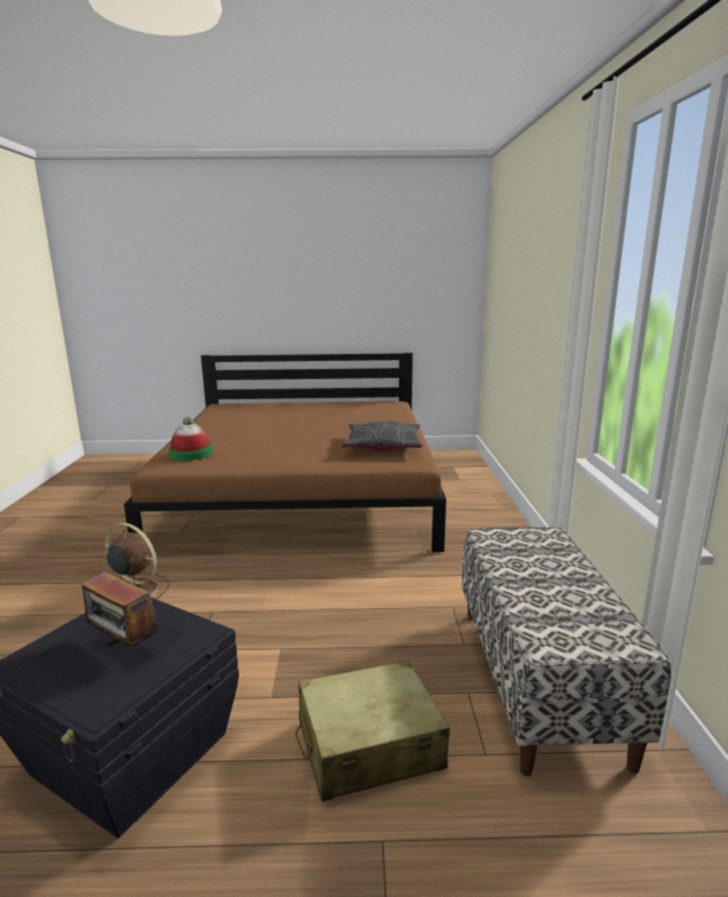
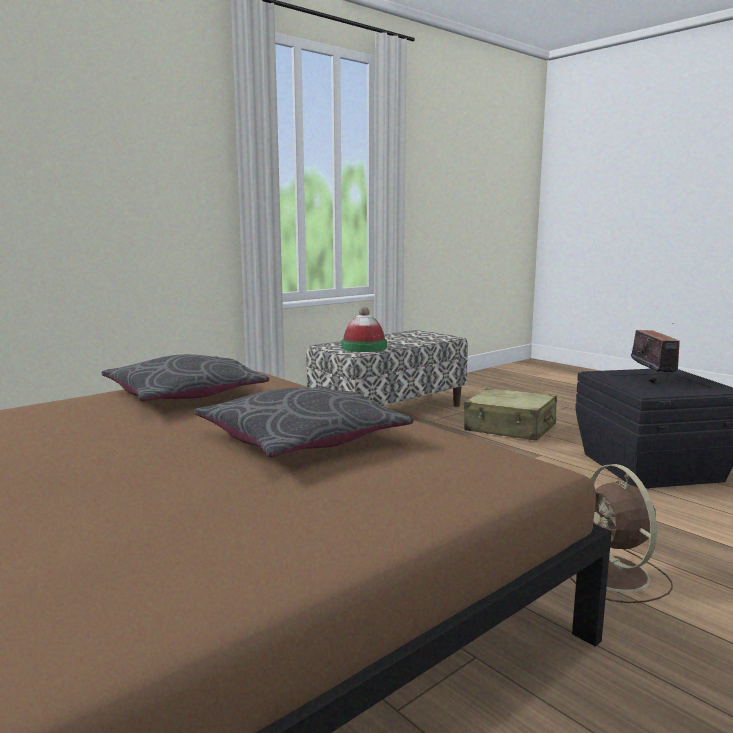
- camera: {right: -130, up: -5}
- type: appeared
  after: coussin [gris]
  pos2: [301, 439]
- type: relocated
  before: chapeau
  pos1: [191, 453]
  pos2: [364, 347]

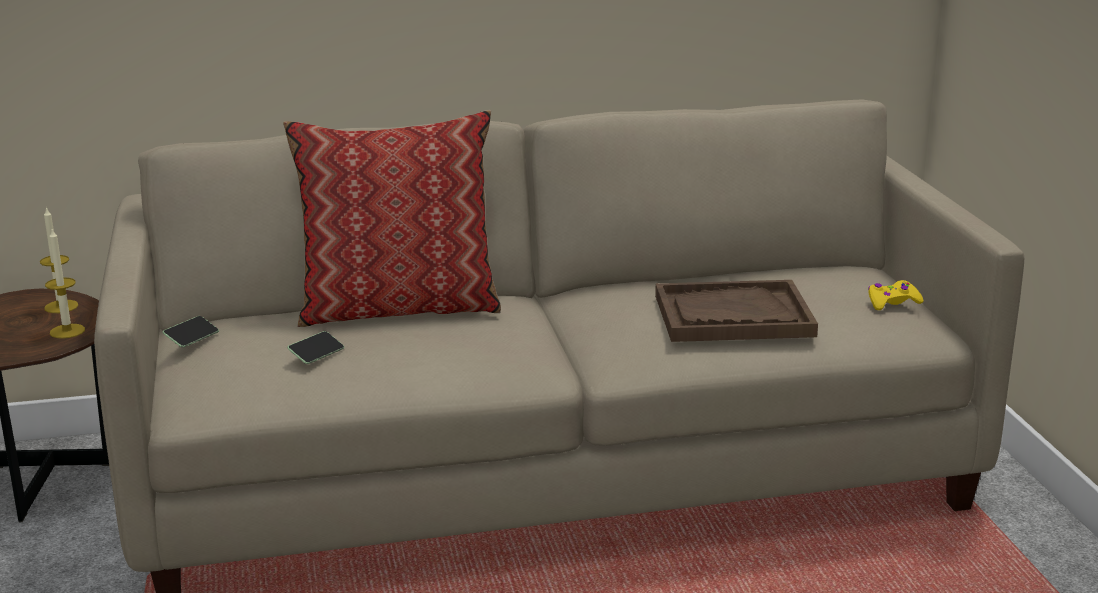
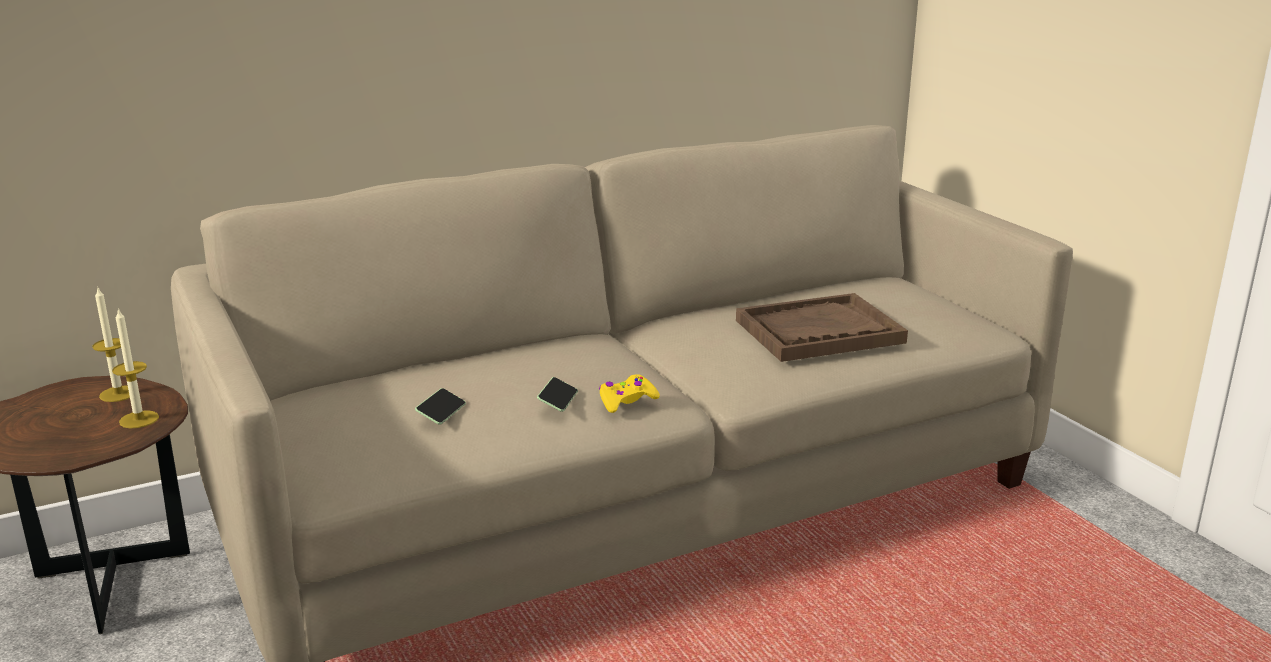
- camera: {right: -15, up: 0}
- type: missing
  before: coussin
  pos1: [399, 307]
- type: relocated
  before: téléphone
  pos1: [192, 339]
  pos2: [558, 402]
- type: relocated
  before: manette [jaune]
  pos1: [892, 302]
  pos2: [626, 401]

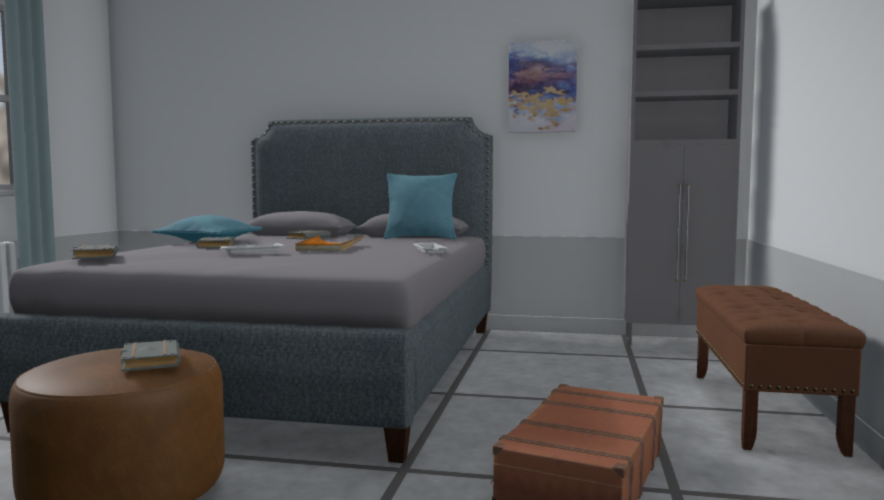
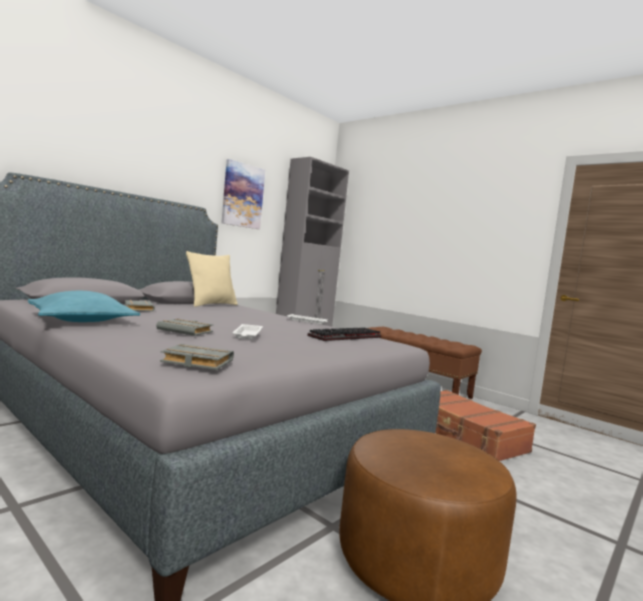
- camera: {right: -60, up: 0}
- type: missing
  before: livre [gris]
  pos1: [148, 361]
- type: missing
  before: plateau [orange]
  pos1: [330, 247]
- type: appeared
  after: clavier
  pos2: [345, 337]
- type: colour
  before: coussin [turquoise]
  after: coussin [beige]
  pos1: [420, 238]
  pos2: [211, 305]

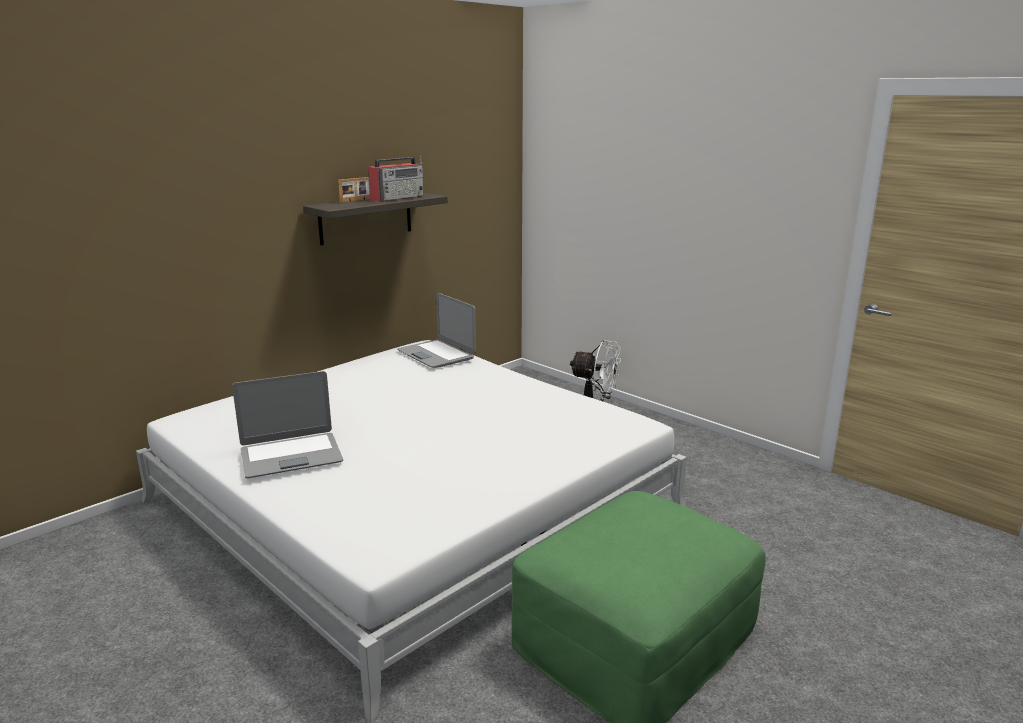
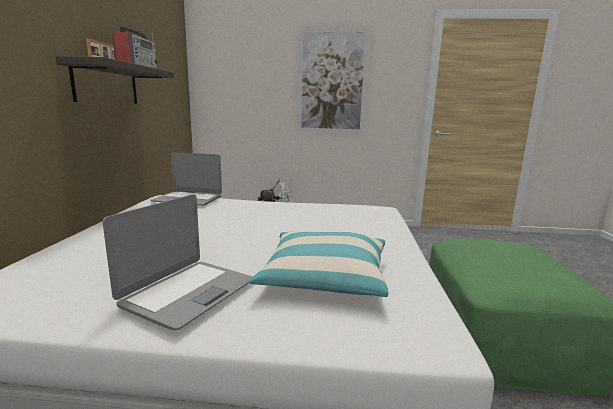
- camera: {right: -40, up: -5}
- type: appeared
  after: coussin
  pos2: [325, 277]
- type: appeared
  after: tableau
  pos2: [332, 82]

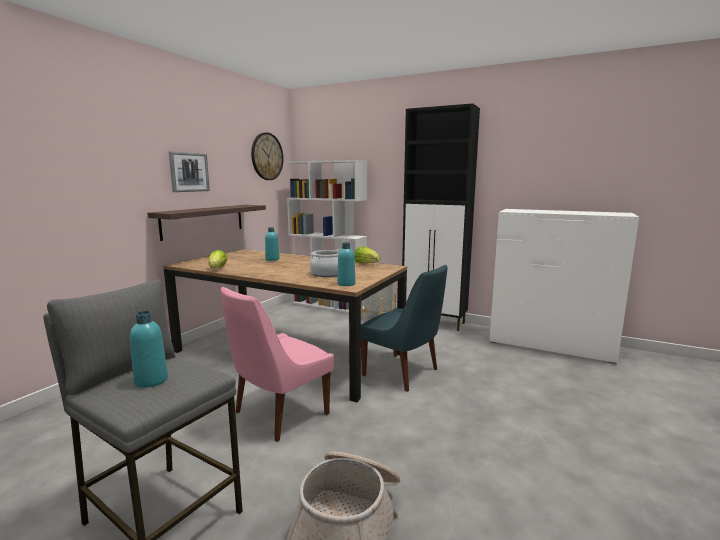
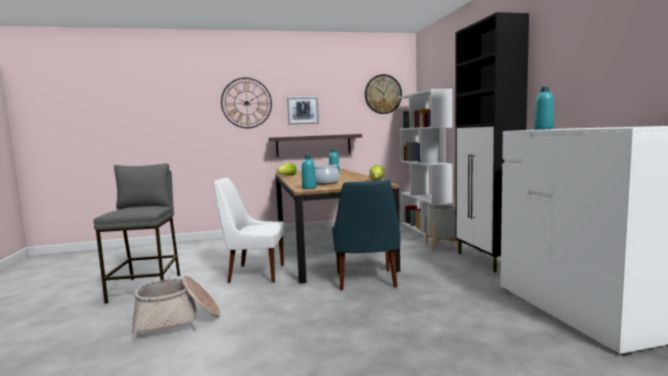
- camera: {right: 50, up: -5}
- type: appeared
  after: horloge murale
  pos2: [246, 103]
- type: relocated
  before: bouteille [turquoise]
  pos1: [151, 380]
  pos2: [543, 129]
- type: colour
  before: chaise [rose]
  after: chaise [blanc]
  pos1: [278, 414]
  pos2: [254, 273]

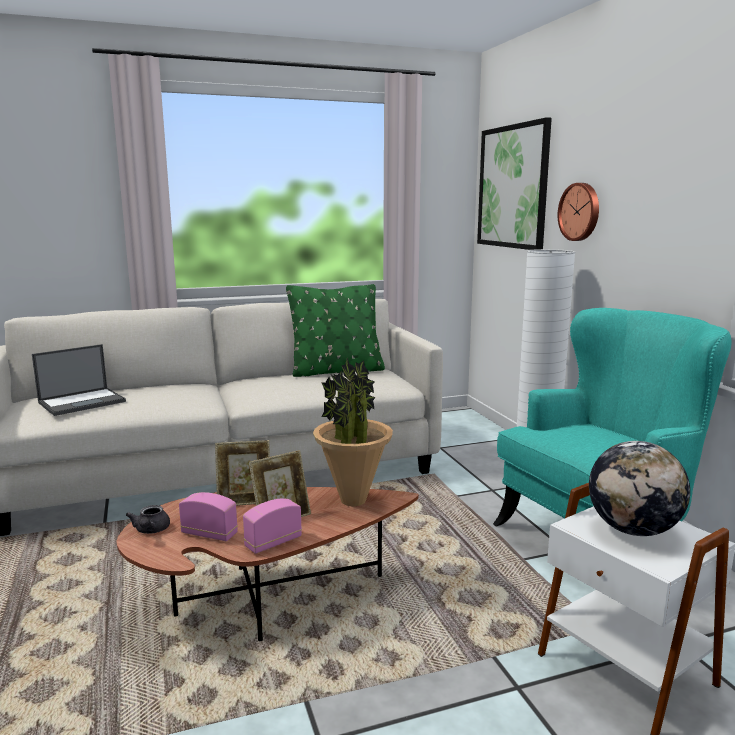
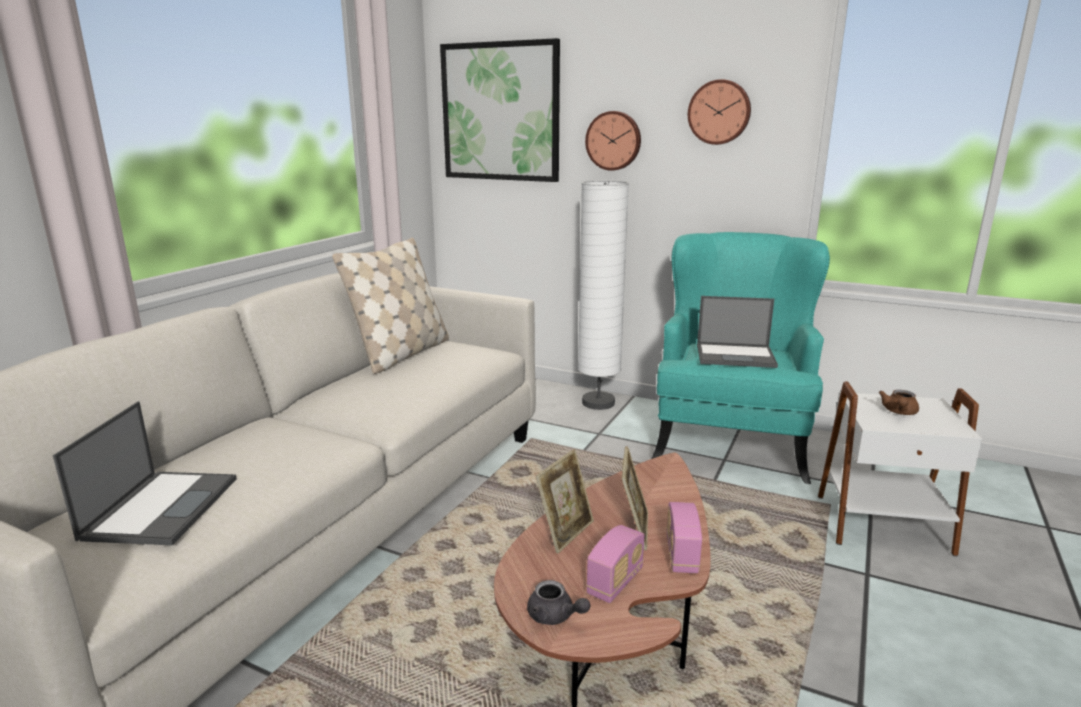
- camera: {right: -45, up: 5}
- type: missing
  before: plante en pot
  pos1: [353, 501]
- type: appeared
  after: horloge murale
  pos2: [719, 112]
- type: appeared
  after: ordinateur portable
  pos2: [736, 356]
- type: exchanged
  before: globe
  after: théière [marron]
  pos1: [633, 530]
  pos2: [899, 412]
- type: colour
  before: coussin [vert]
  after: coussin [beige]
  pos1: [336, 371]
  pos2: [401, 354]
- type: spun
  before: radio
  pos1: [209, 534]
  pos2: [615, 582]
  turn: 150

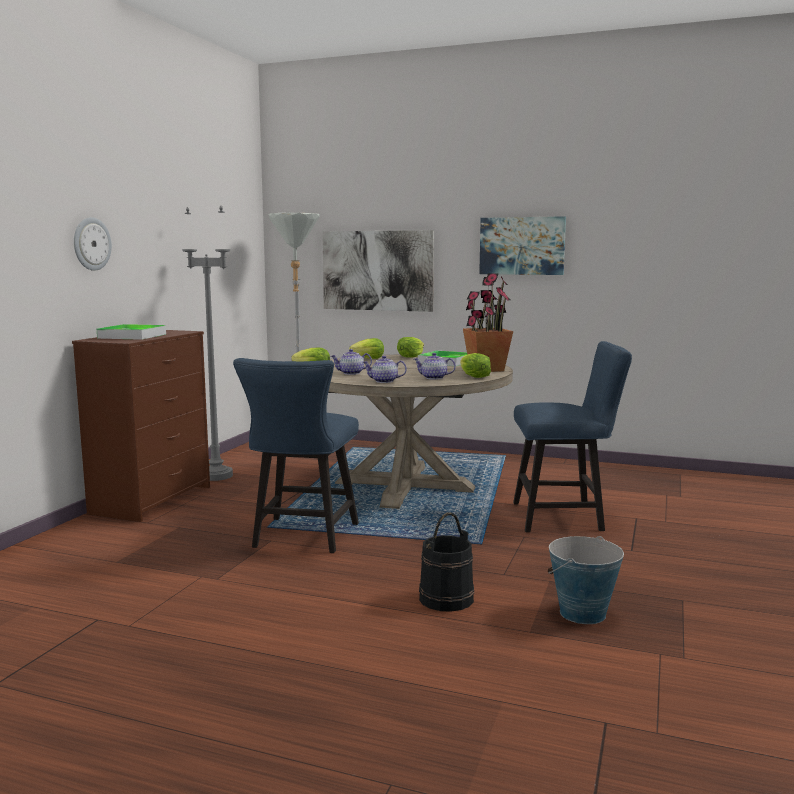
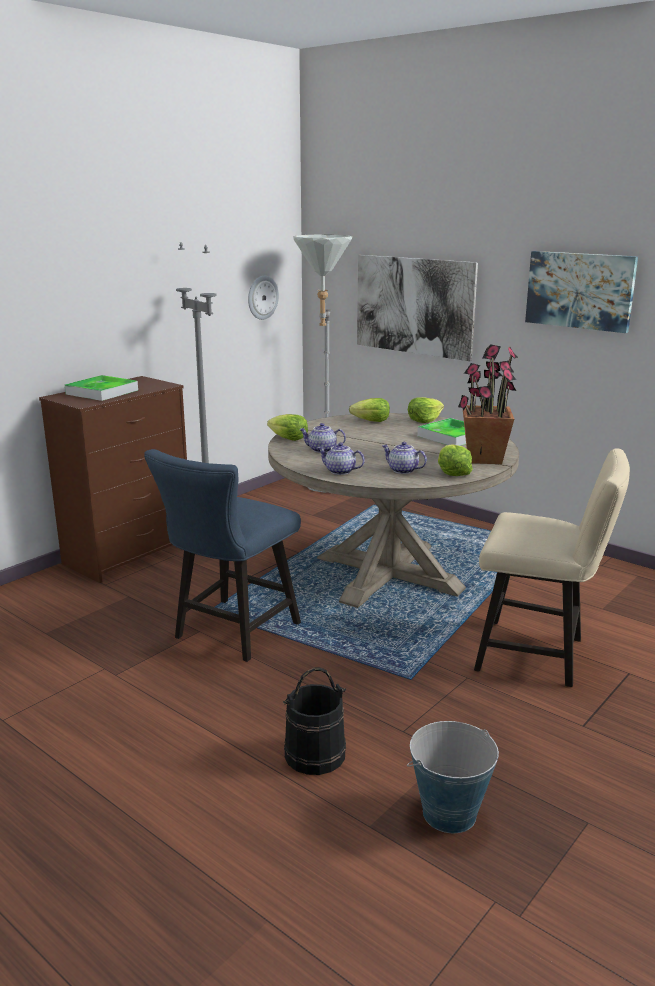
- camera: {right: 20, up: 10}
- type: relocated
  before: horloge murale
  pos1: [91, 244]
  pos2: [262, 297]
- type: colour
  before: chaise [bleu]
  after: chaise [beige]
  pos1: [565, 517]
  pos2: [539, 655]

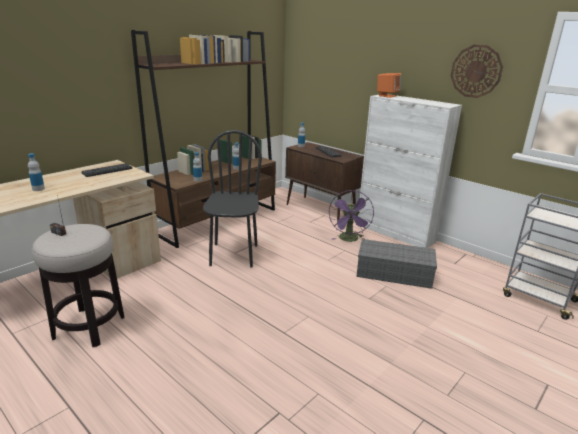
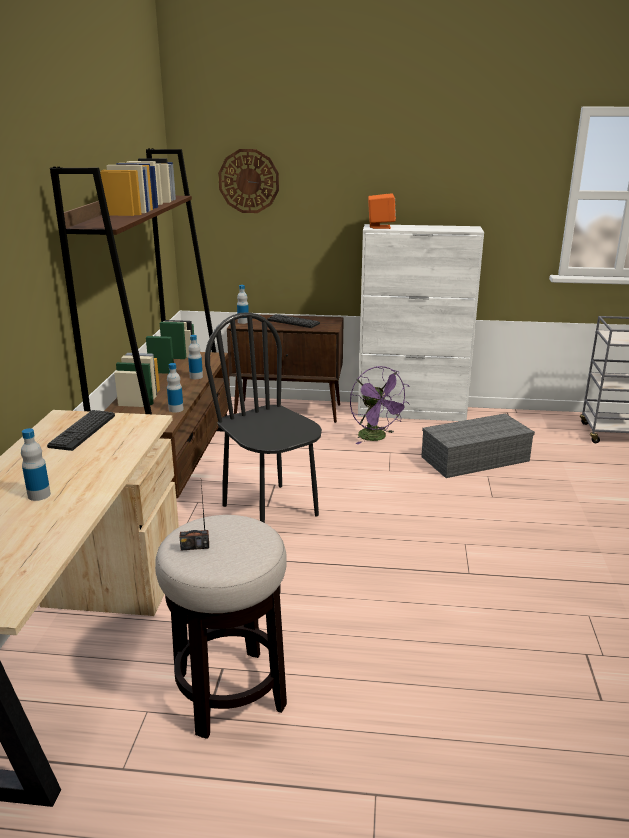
- camera: {right: -35, up: 0}
- type: relocated
  before: horloge murale
  pos1: [476, 71]
  pos2: [249, 181]

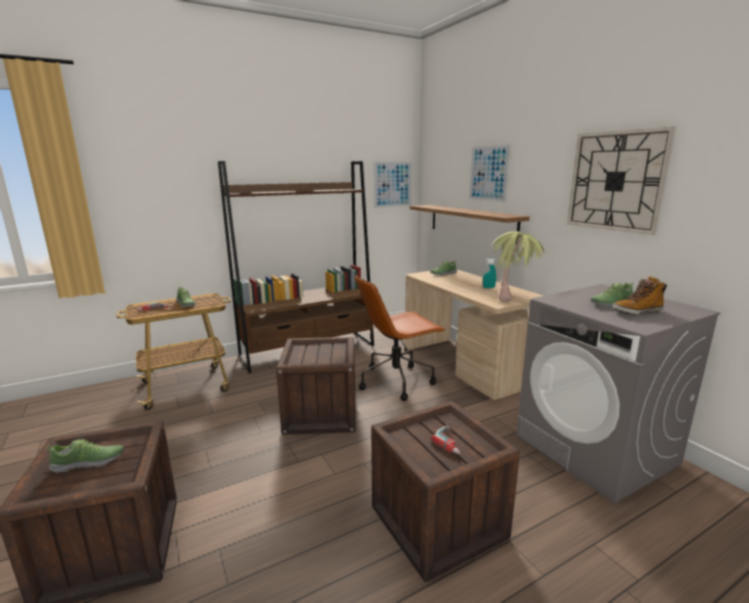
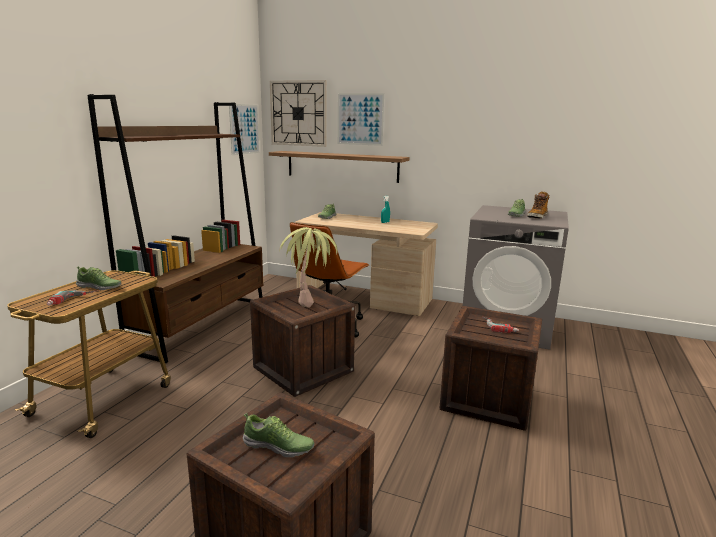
- camera: {right: -40, up: 0}
- type: relocated
  before: plante en pot
  pos1: [513, 298]
  pos2: [310, 300]
- type: relocated
  before: horloge murale
  pos1: [616, 181]
  pos2: [298, 113]
- type: spun
  before: chaussure
  pos1: [89, 462]
  pos2: [278, 446]
  turn: 75

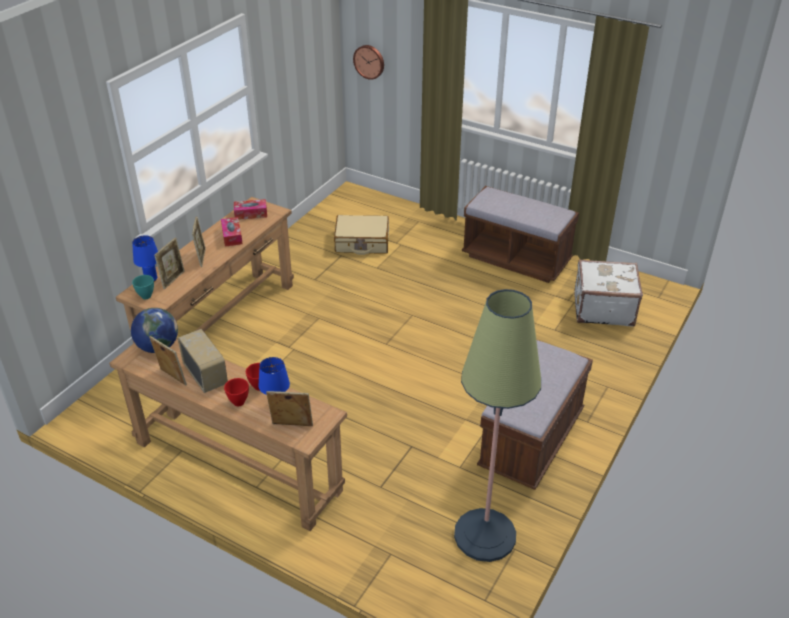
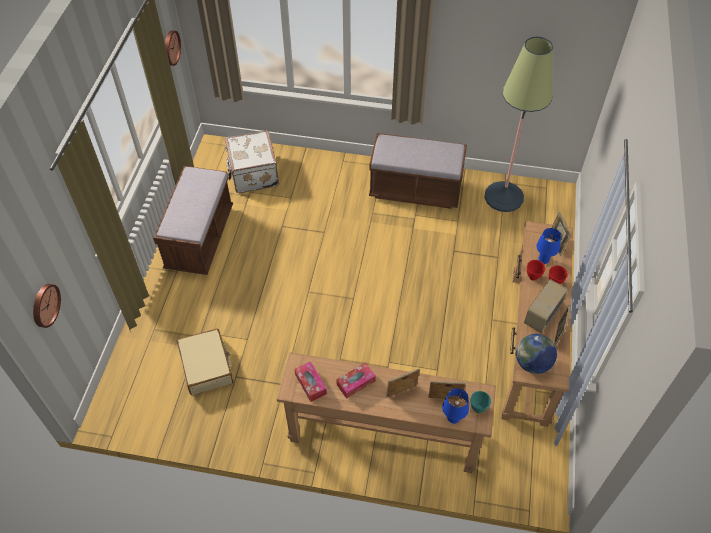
- camera: {right: -110, up: 15}
- type: appeared
  after: horloge murale
  pos2: [170, 47]

